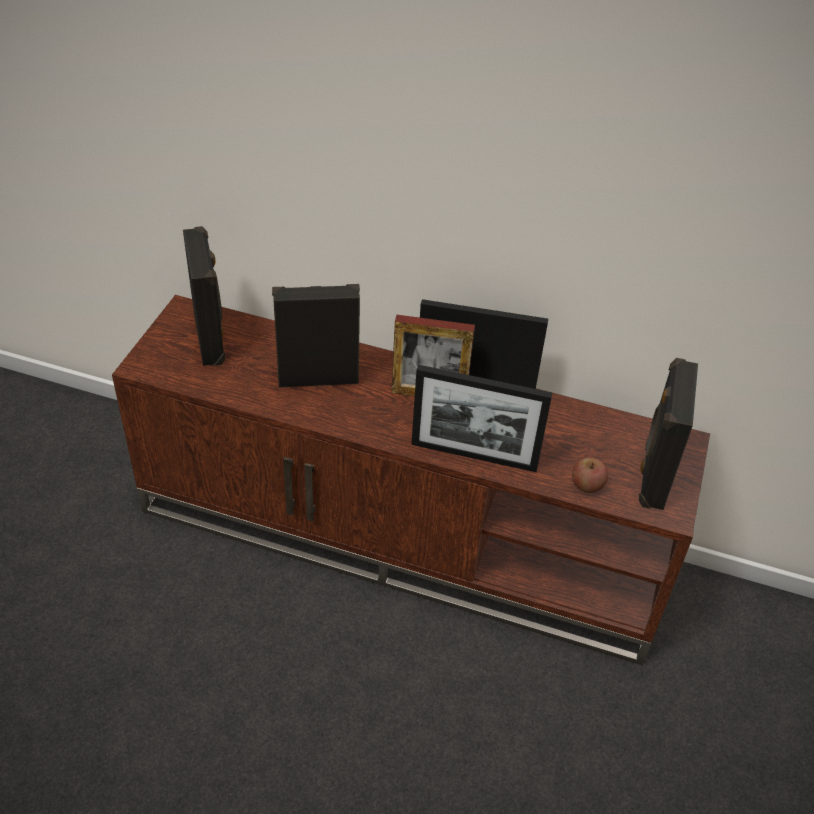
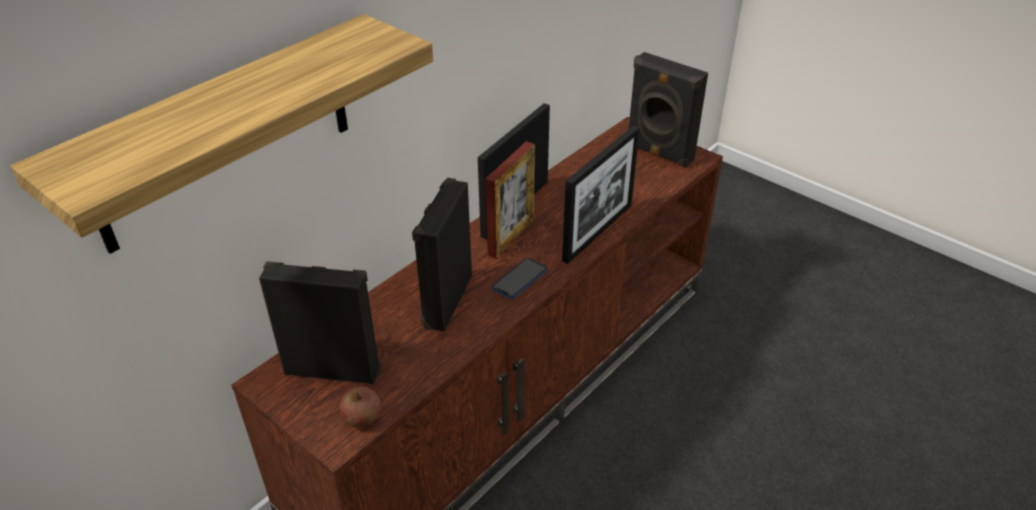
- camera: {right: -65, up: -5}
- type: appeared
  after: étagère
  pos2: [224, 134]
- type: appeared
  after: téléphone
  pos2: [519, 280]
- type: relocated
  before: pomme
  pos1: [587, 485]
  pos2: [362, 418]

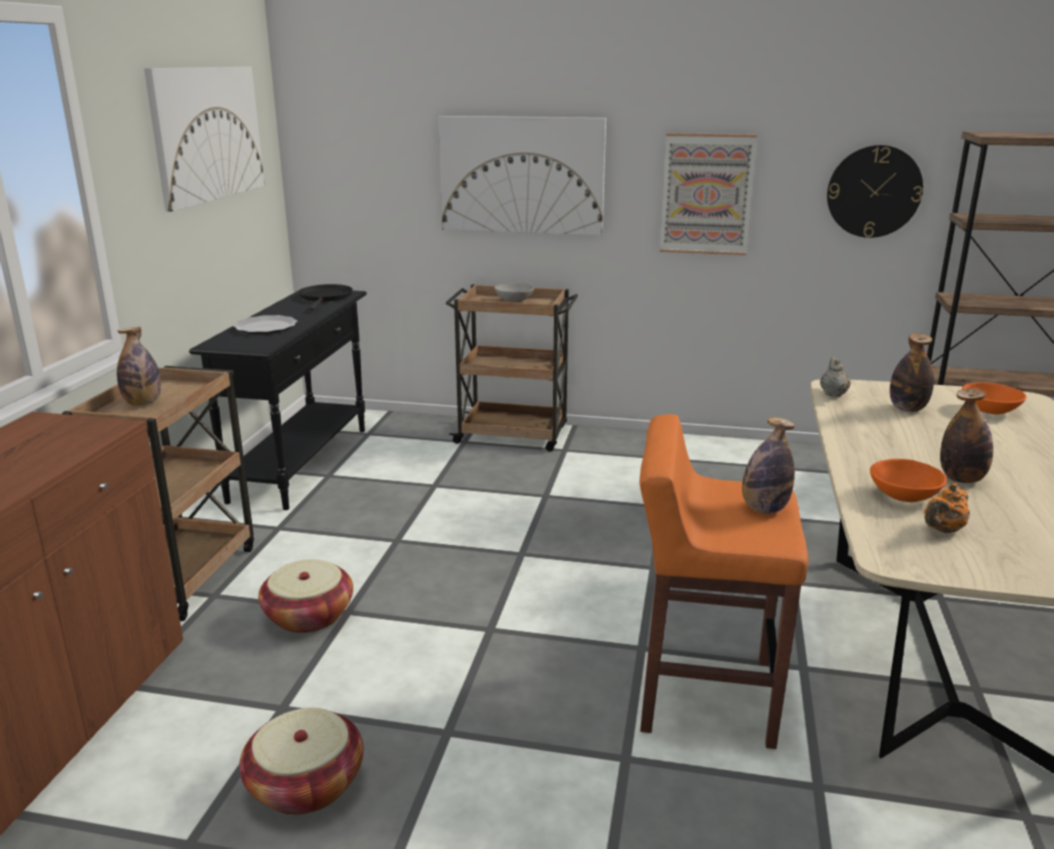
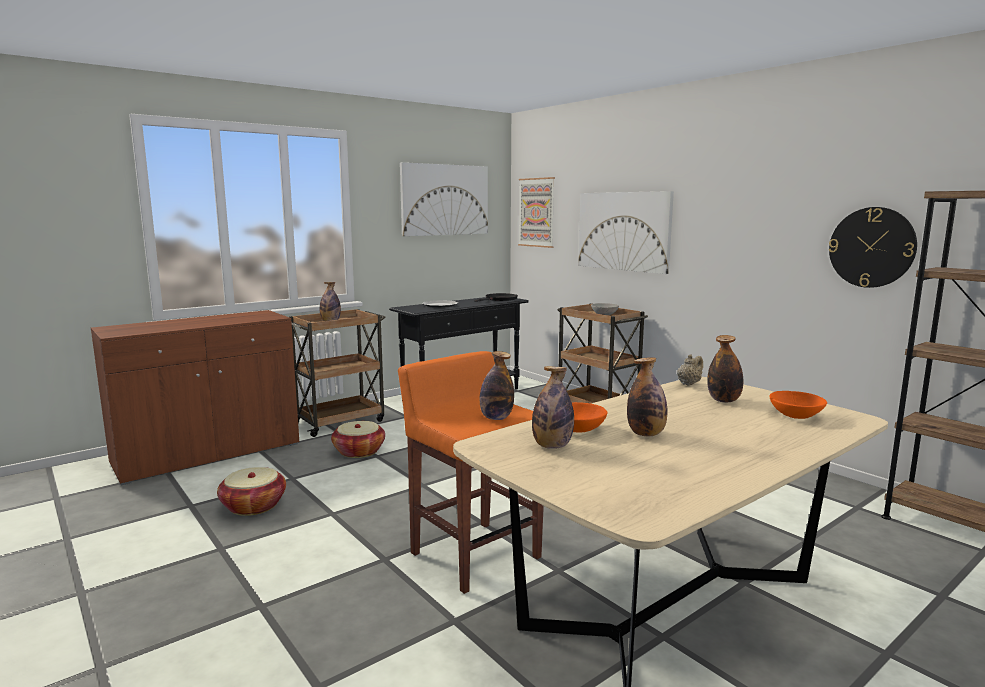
- camera: {right: 40, up: -10}
- type: relocated
  before: tableau
  pos1: [706, 194]
  pos2: [537, 212]
- type: exchanged
  before: théière [orange]
  after: bouteille
  pos1: [943, 530]
  pos2: [552, 446]

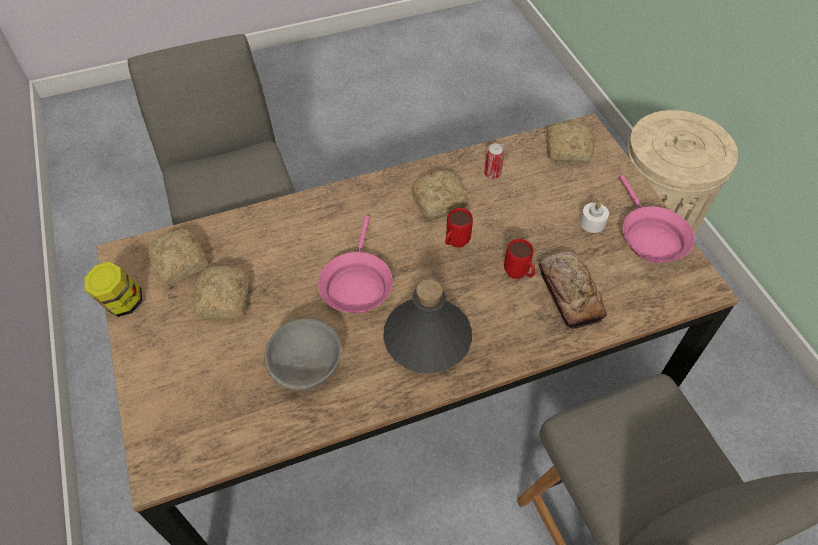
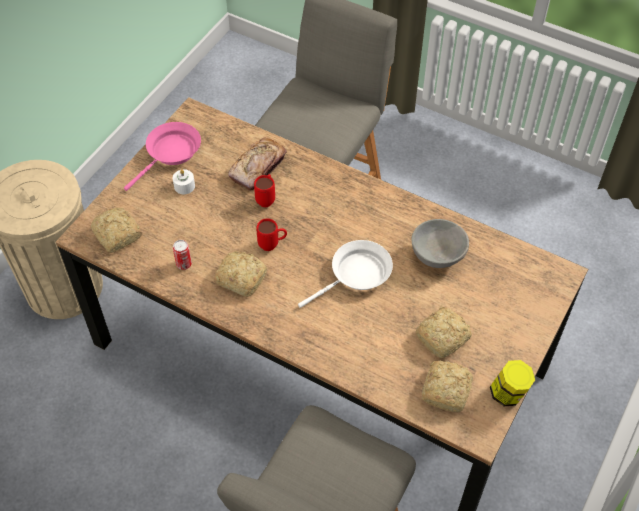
- camera: {right: -130, up: 0}
- type: missing
  before: bouteille [gris]
  pos1: [426, 338]
- type: colour
  before: poêle [rose]
  after: poêle [blanc]
  pos1: [356, 284]
  pos2: [357, 275]

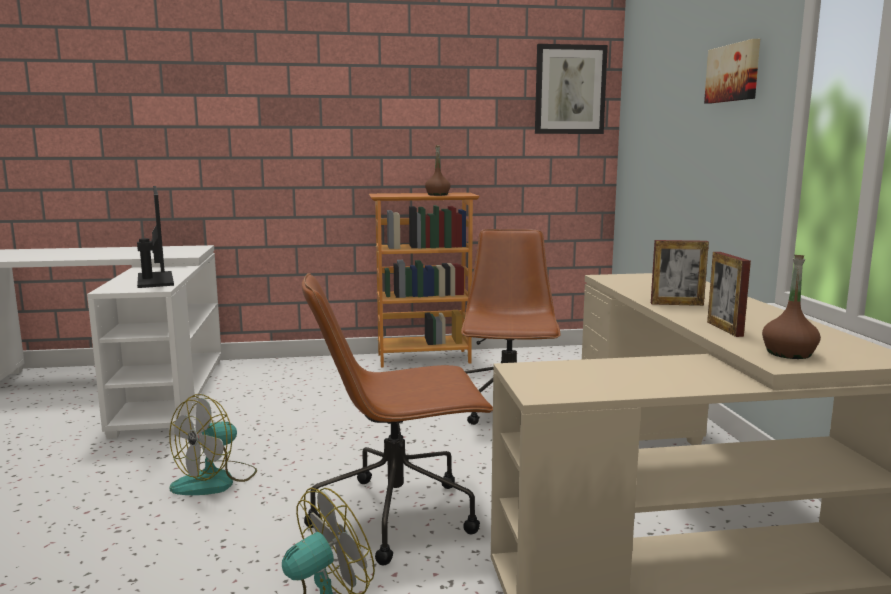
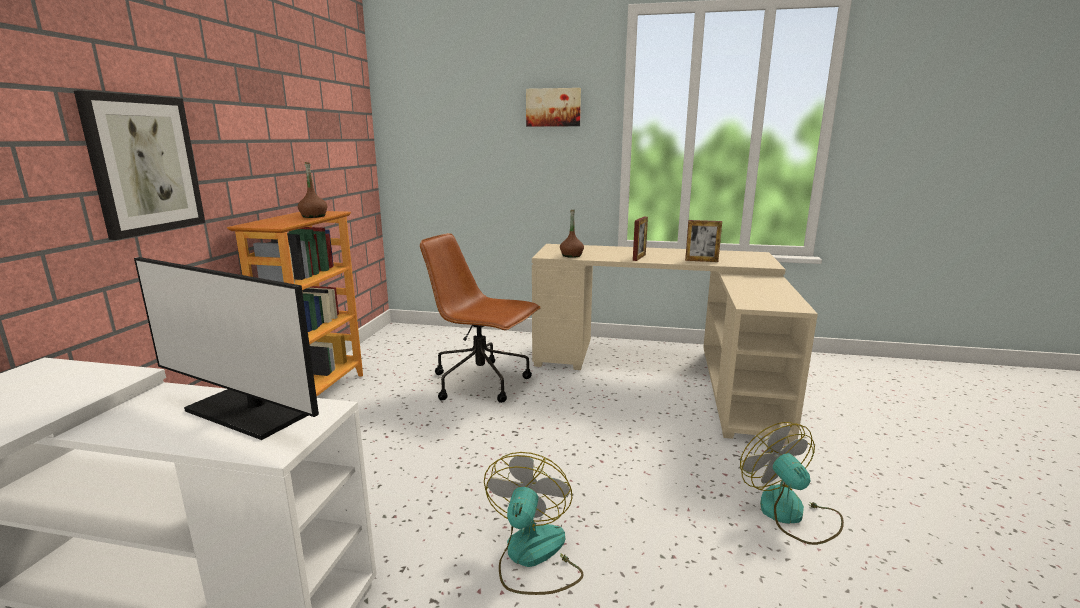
- camera: {right: -70, up: 5}
- type: missing
  before: chaise de bureau [marron]
  pos1: [398, 515]
- type: relocated
  before: tableau
  pos1: [570, 90]
  pos2: [144, 165]
- type: relocated
  before: bouteille [marron]
  pos1: [788, 353]
  pos2: [571, 255]
- type: spun
  before: écran d'ordinateur
  pos1: [155, 280]
  pos2: [247, 413]
  turn: -150
- type: spun
  before: ventilateur
  pos1: [215, 480]
  pos2: [532, 557]
  turn: -135

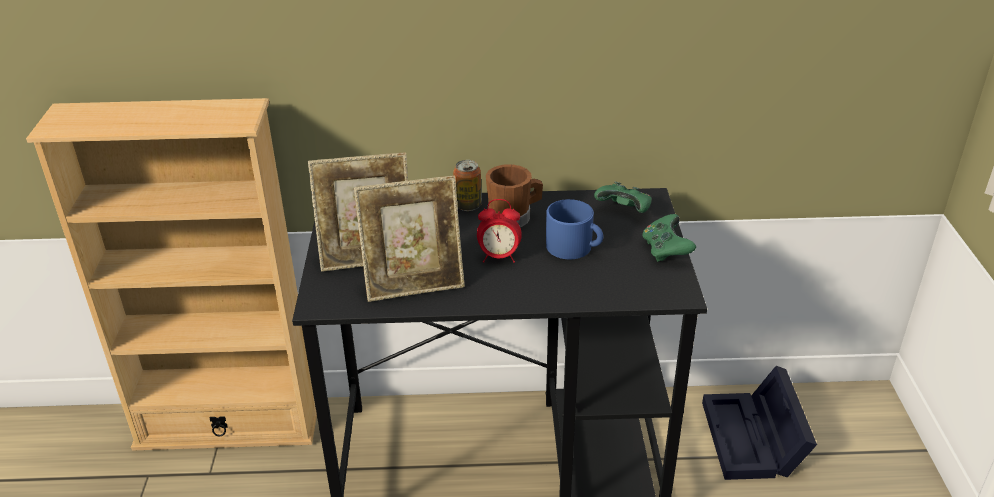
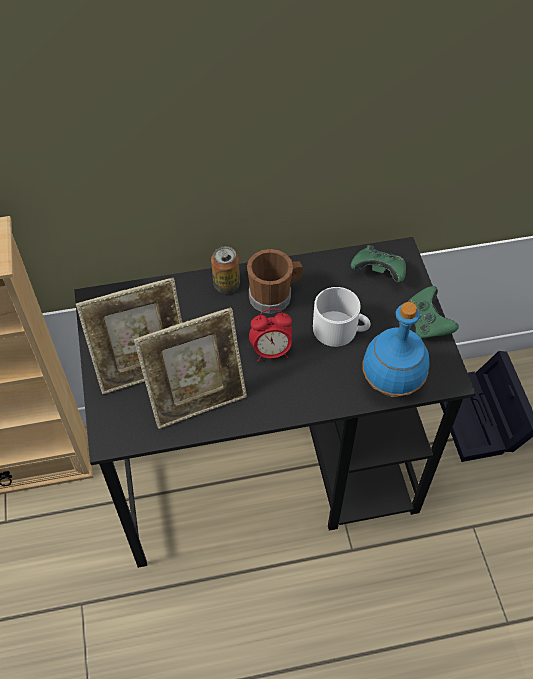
- camera: {right: -10, up: 20}
- type: appeared
  after: bouteille [bleu]
  pos2: [390, 384]
- type: colour
  before: mug [bleu]
  after: mug [blanc]
  pos1: [574, 247]
  pos2: [340, 330]

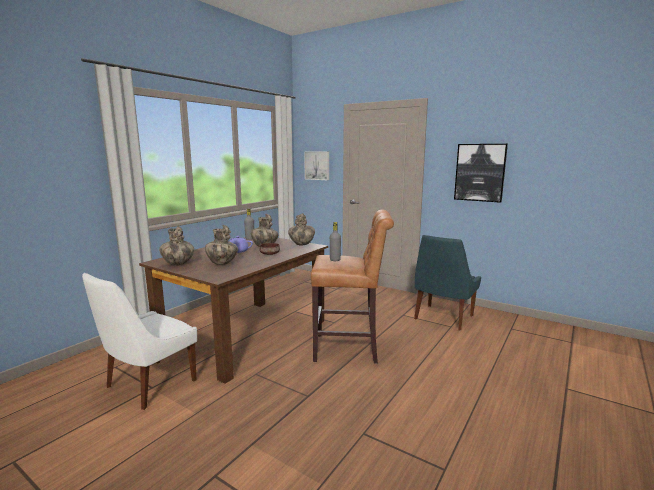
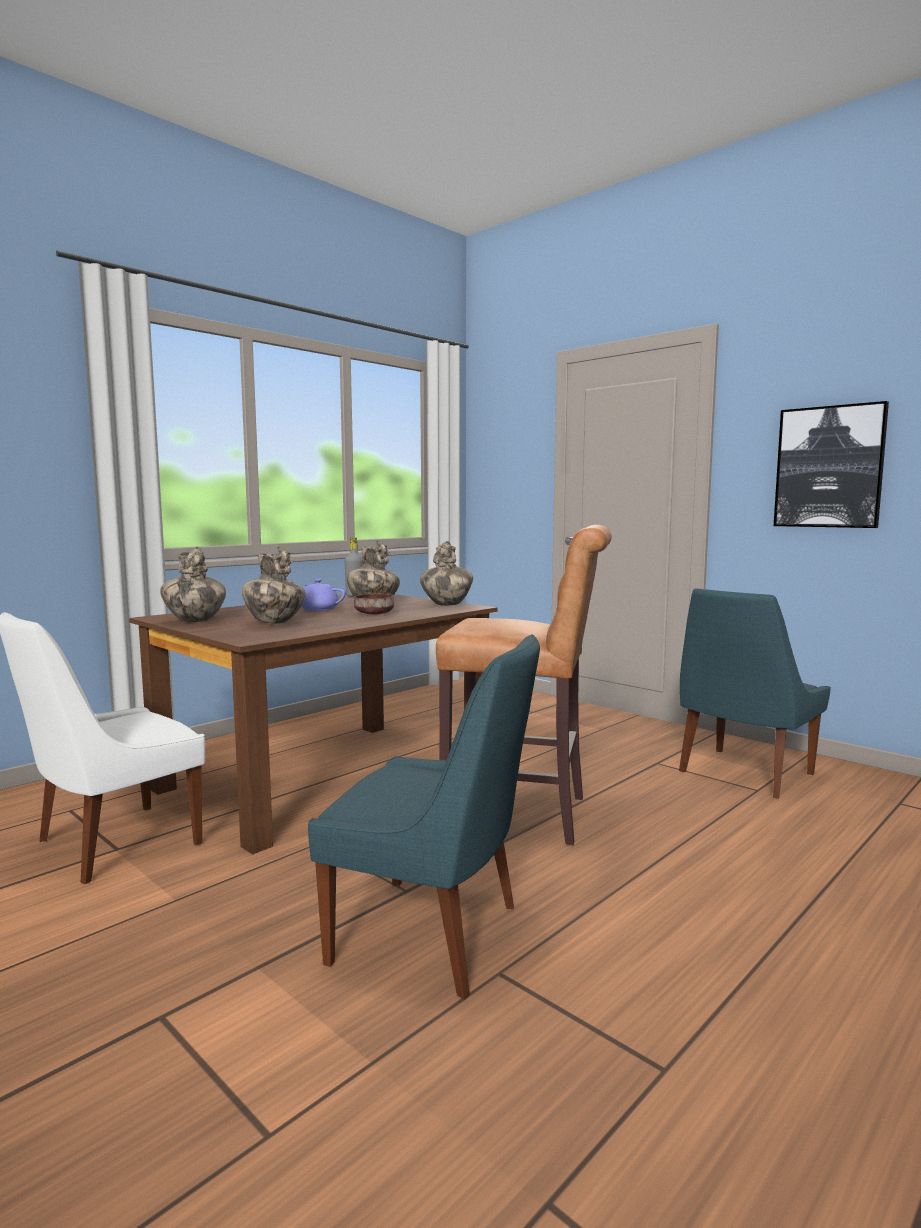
- camera: {right: 10, up: -5}
- type: missing
  before: tableau
  pos1: [317, 165]
- type: missing
  before: bouteille [gris]
  pos1: [335, 260]
- type: appeared
  after: chaise [bleu]
  pos2: [433, 936]

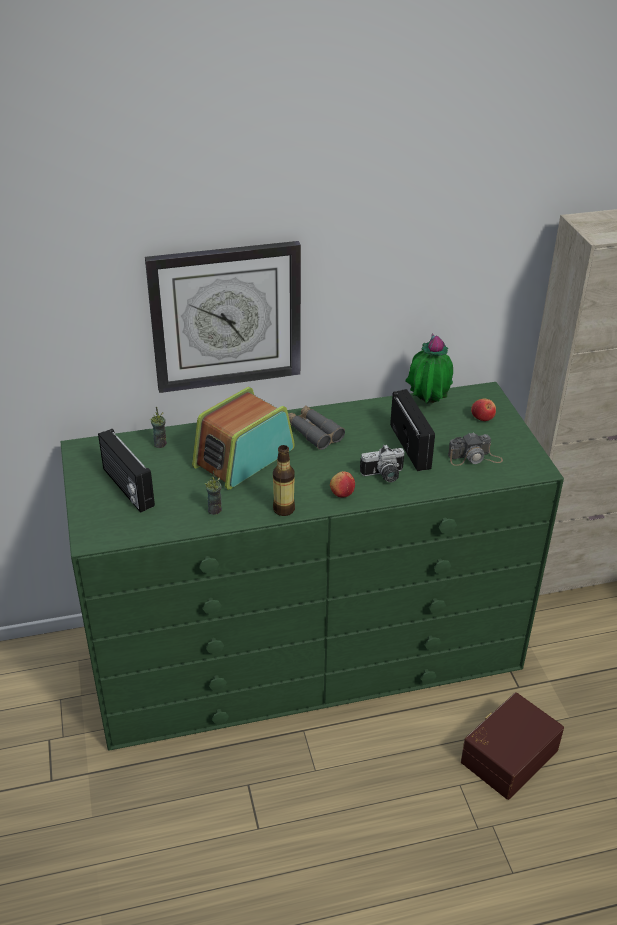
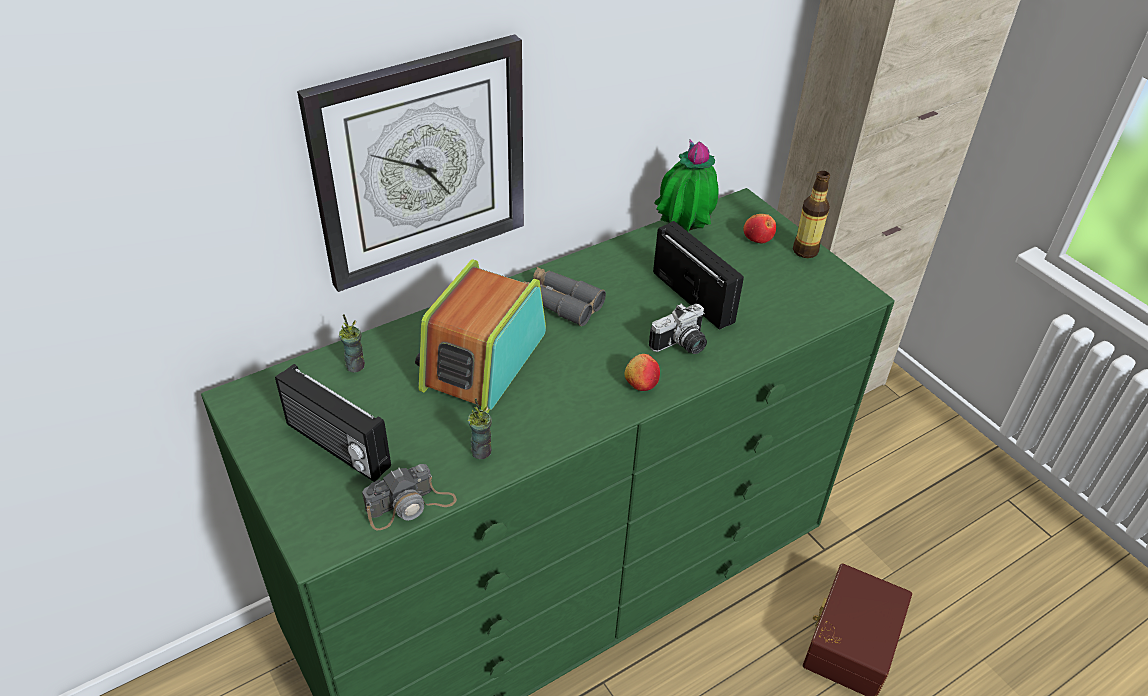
- camera: {right: -20, up: 5}
- type: relocated
  before: bouteille
  pos1: [284, 509]
  pos2: [805, 251]
- type: relocated
  before: appareil photo
  pos1: [474, 458]
  pos2: [410, 505]

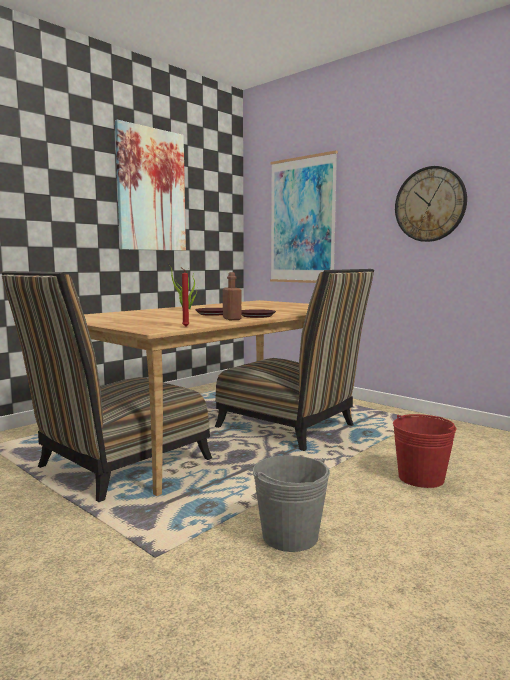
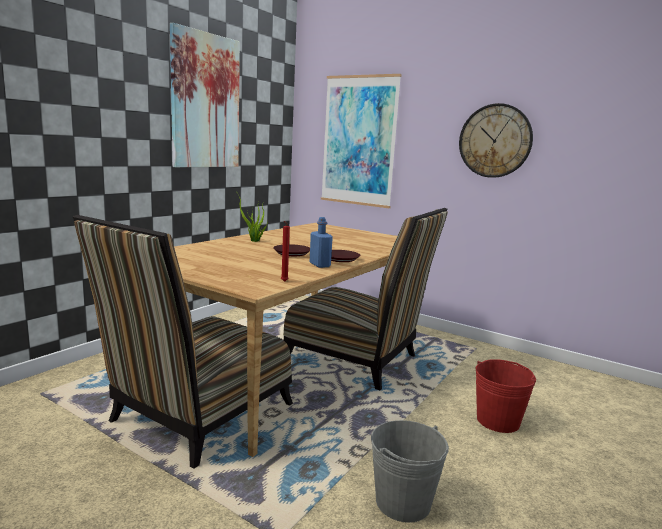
- camera: {right: -10, up: 5}
- type: colour
  before: bouteille [marron]
  after: bouteille [bleu]
  pos1: [232, 319]
  pos2: [320, 265]

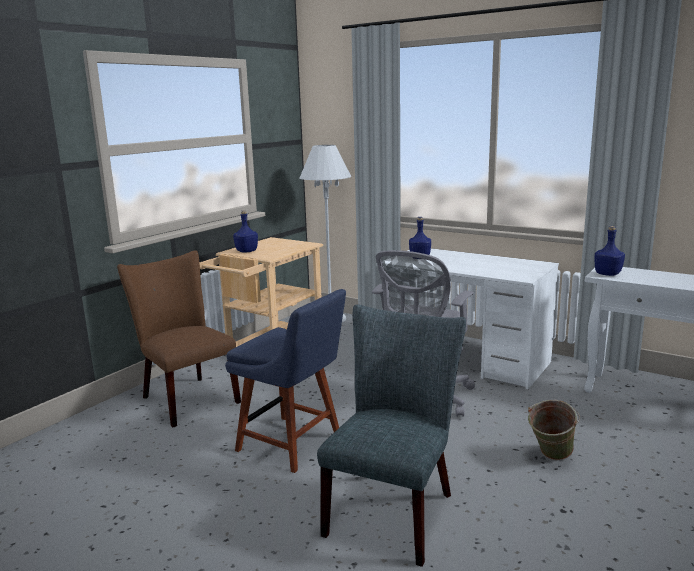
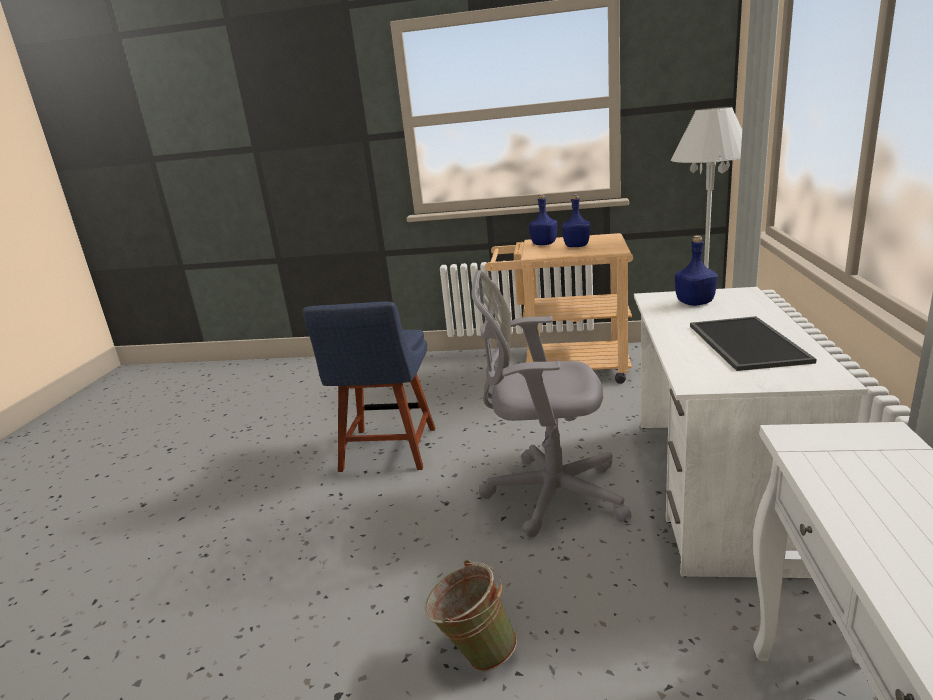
- camera: {right: 65, up: 5}
- type: missing
  before: chaise [marron]
  pos1: [186, 398]
- type: missing
  before: chaise [gris]
  pos1: [394, 509]
- type: appeared
  after: plateau
  pos2: [744, 343]
- type: relocated
  before: bouteille [bleu]
  pos1: [607, 274]
  pos2: [577, 246]

